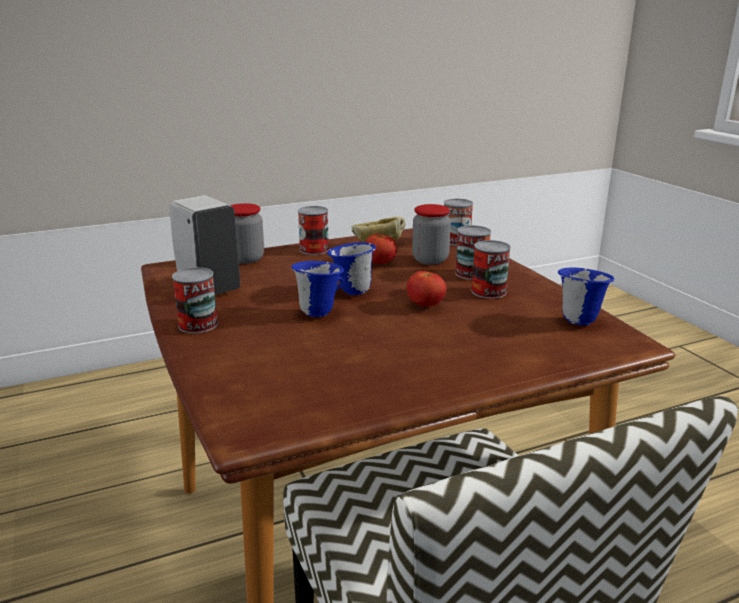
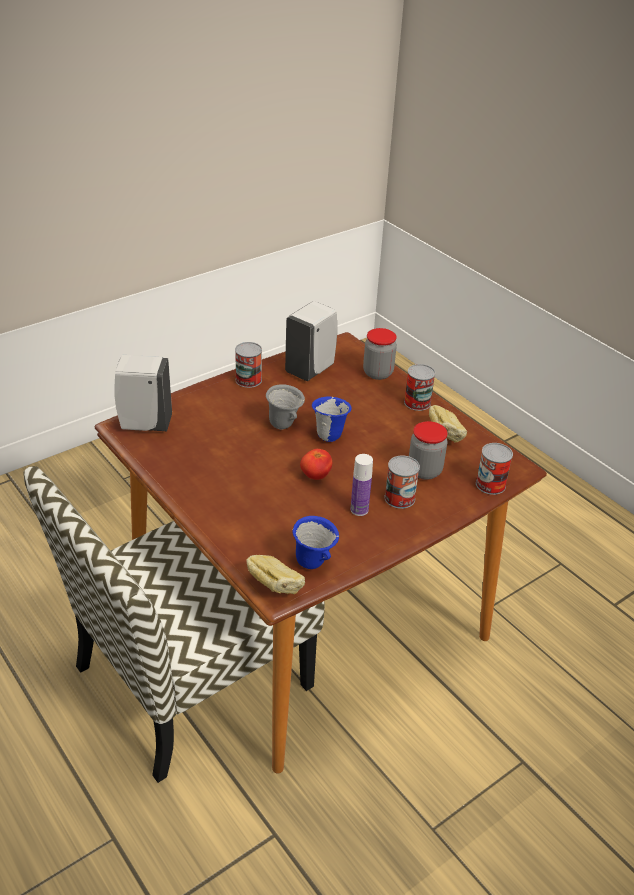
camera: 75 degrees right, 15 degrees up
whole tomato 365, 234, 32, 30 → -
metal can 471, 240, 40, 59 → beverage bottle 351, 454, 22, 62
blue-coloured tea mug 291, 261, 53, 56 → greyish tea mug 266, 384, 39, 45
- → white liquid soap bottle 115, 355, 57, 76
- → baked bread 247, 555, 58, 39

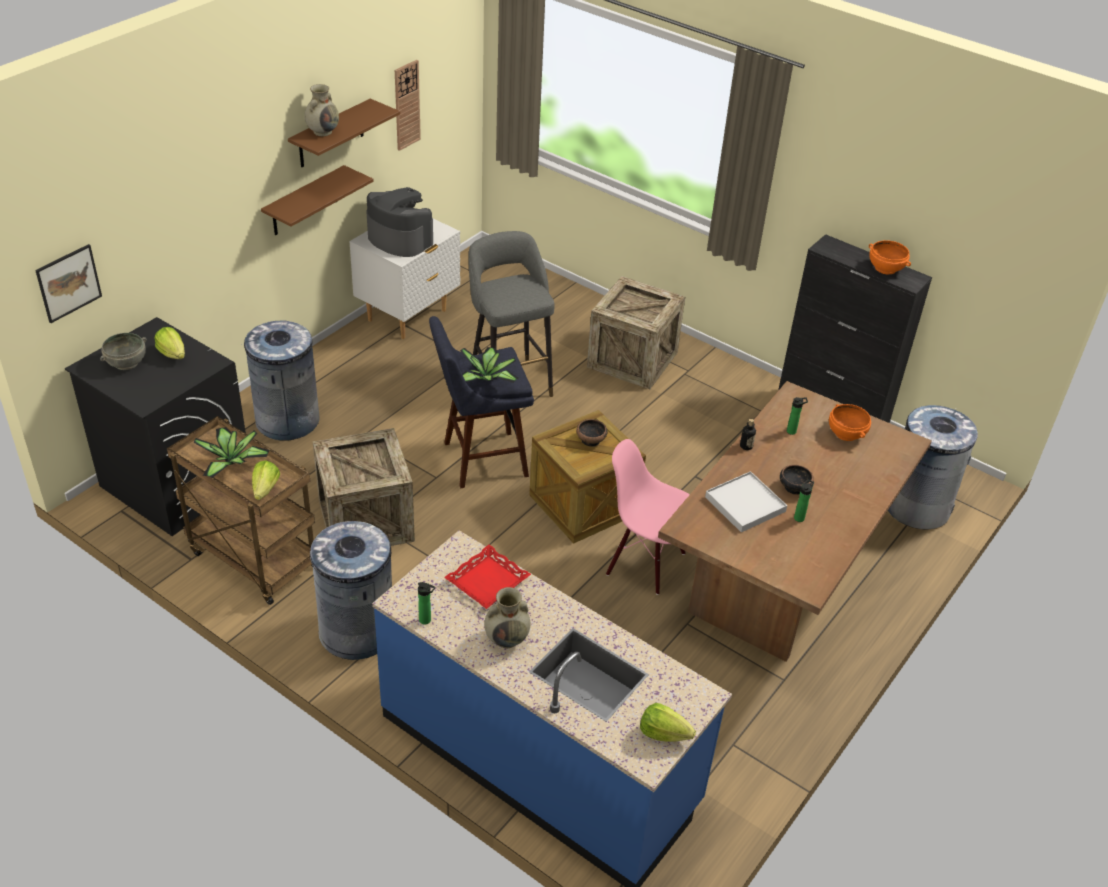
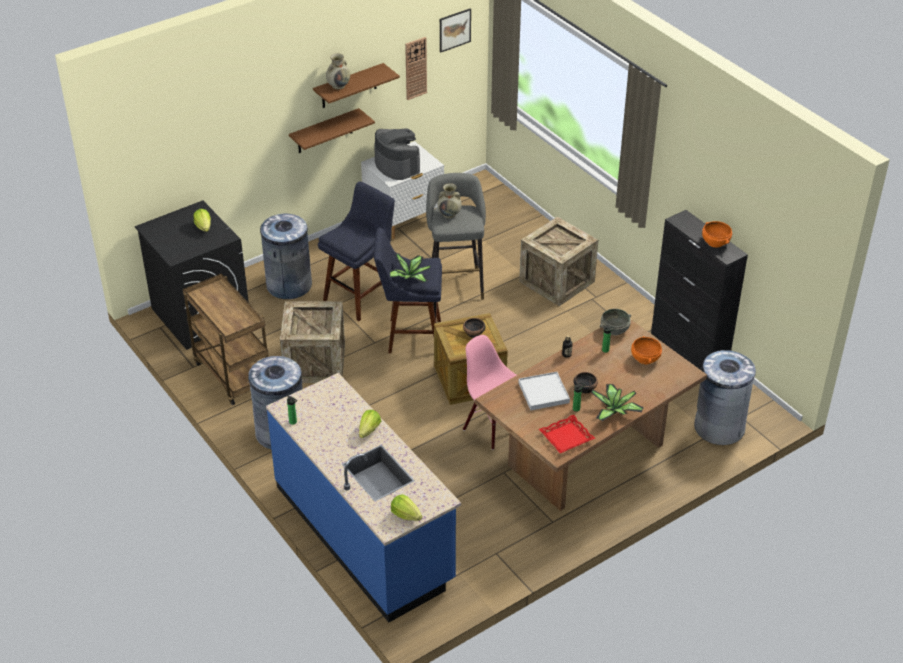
camera: 20 degrees right, 0 degrees up
wall art 35, 244, 67, 79 → wall art 440, 8, 31, 44, moved
greyish deep dish 100, 333, 47, 37 → greyish deep dish 600, 309, 31, 27, moved
houseplant 193, 427, 77, 51 → houseplant 591, 384, 53, 37, moved
head of lettuce 252, 460, 28, 40 → head of lettuce 359, 410, 22, 28, moved
red-coloured carrying tray 444, 545, 87, 64 → red-coloured carrying tray 539, 415, 56, 38, moved
beige flower vase 485, 587, 45, 61 → beige flower vase 437, 183, 25, 35, moved
- → blue-coloured stool seat 318, 181, 77, 140

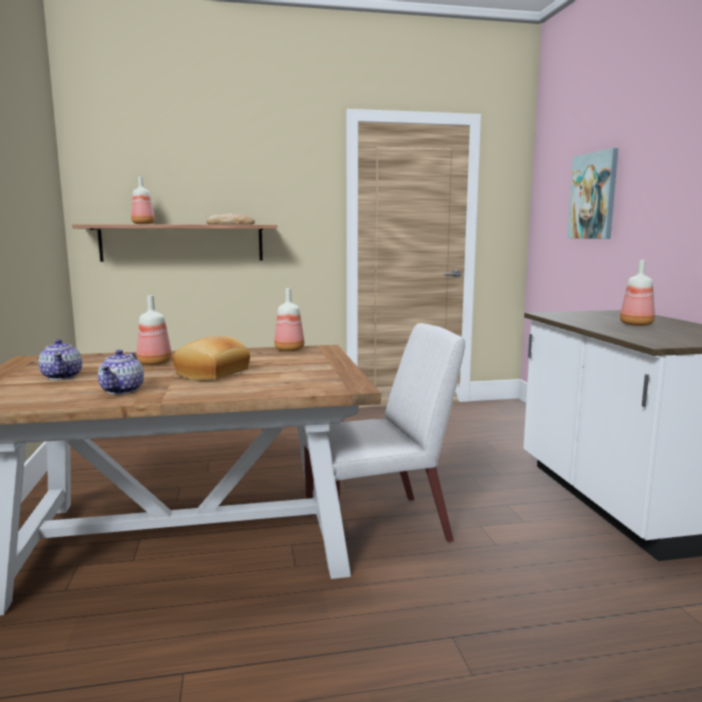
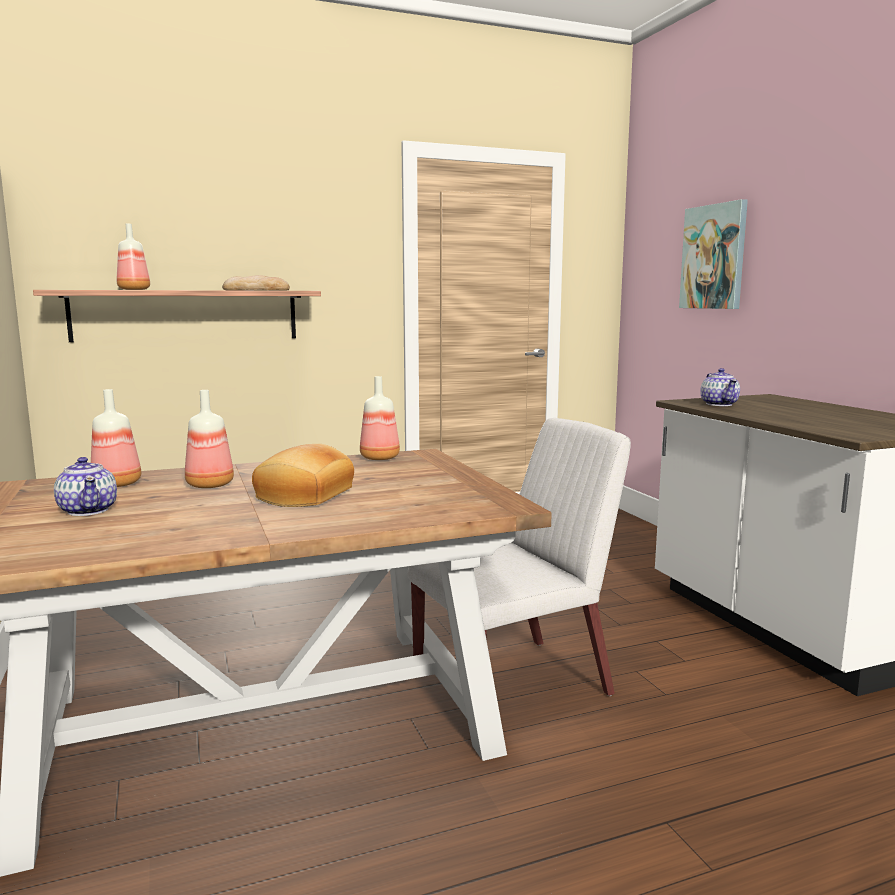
camera: 10 degrees left, 0 degrees up
beverage bottle 620, 260, 35, 66 → beverage bottle 91, 389, 50, 98, moved
teapot 98, 350, 46, 44 → teapot 700, 368, 40, 38, moved

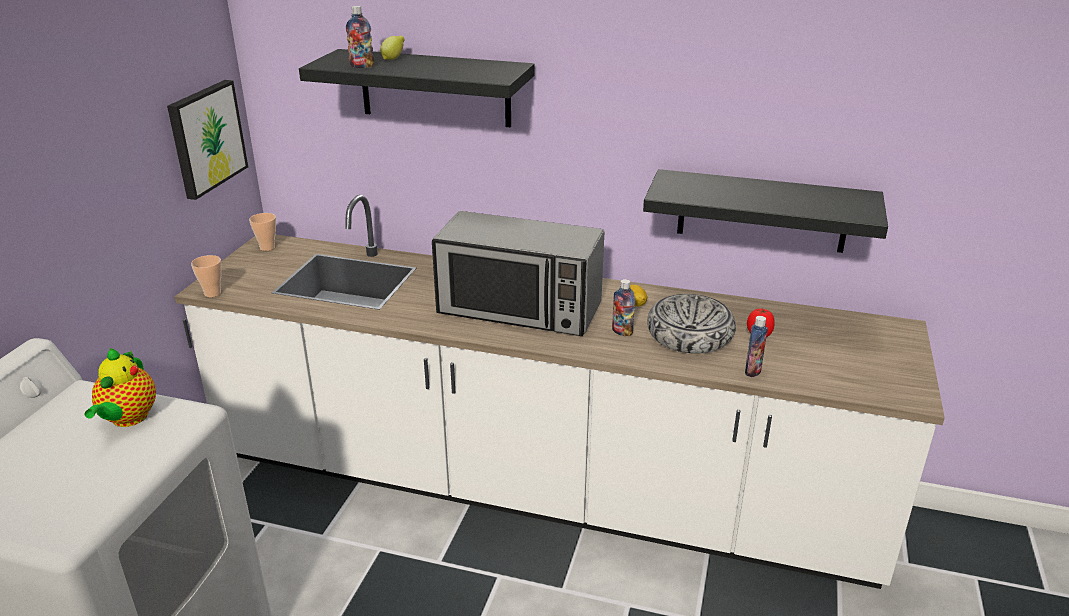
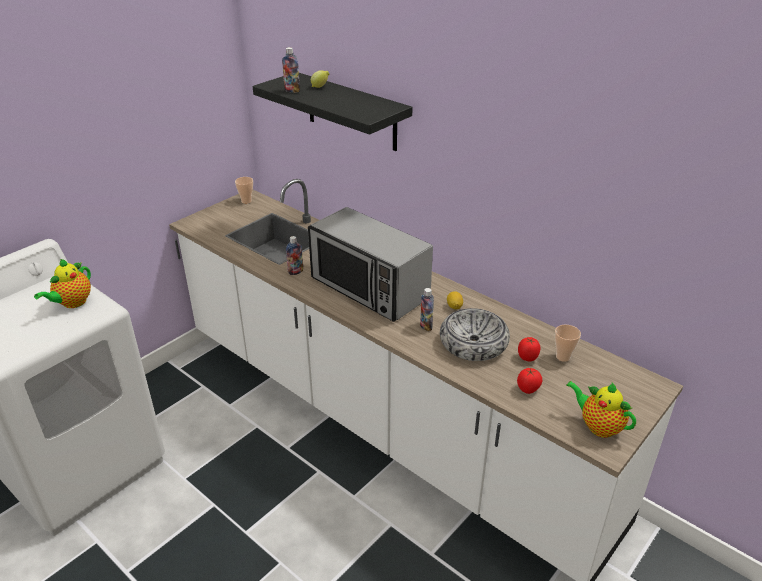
camera: 25 degrees right, 5 degrees up
wall art 167, 80, 81, 120 → -
black-coloured bracket shelf 643, 169, 245, 84 → -
small cup 191, 255, 31, 42 → small cup 555, 325, 26, 37, moved
beverage bottle 745, 316, 23, 61 → beverage bottle 286, 236, 17, 39, moved
- → whole tomato 517, 368, 25, 26
- → teapot 566, 381, 70, 57

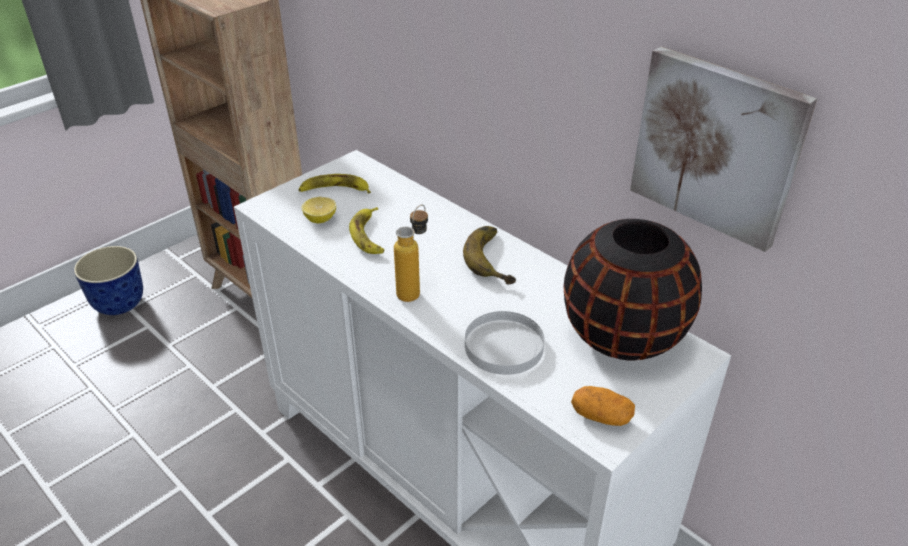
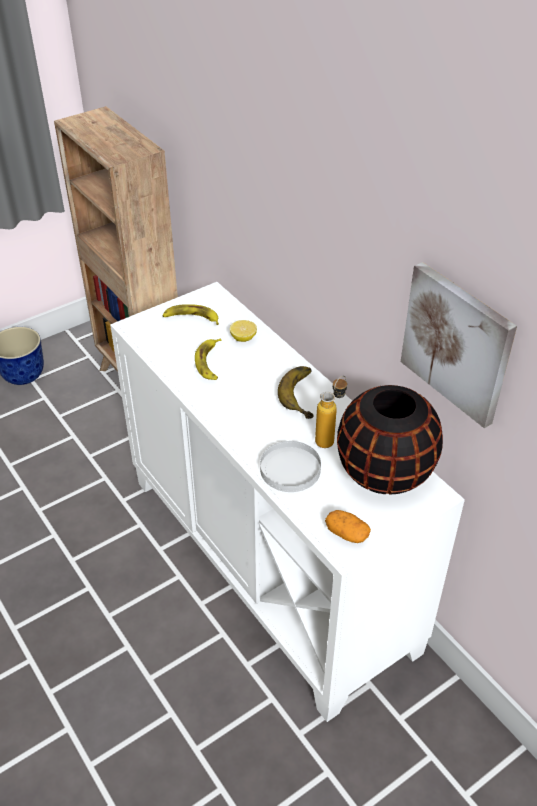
camera: 10 degrees right, 5 degrees up
lemon 302, 197, 34, 26 → lemon 230, 320, 27, 22, moved
beverage bottle 394, 205, 34, 97 → beverage bottle 315, 376, 32, 72, moved

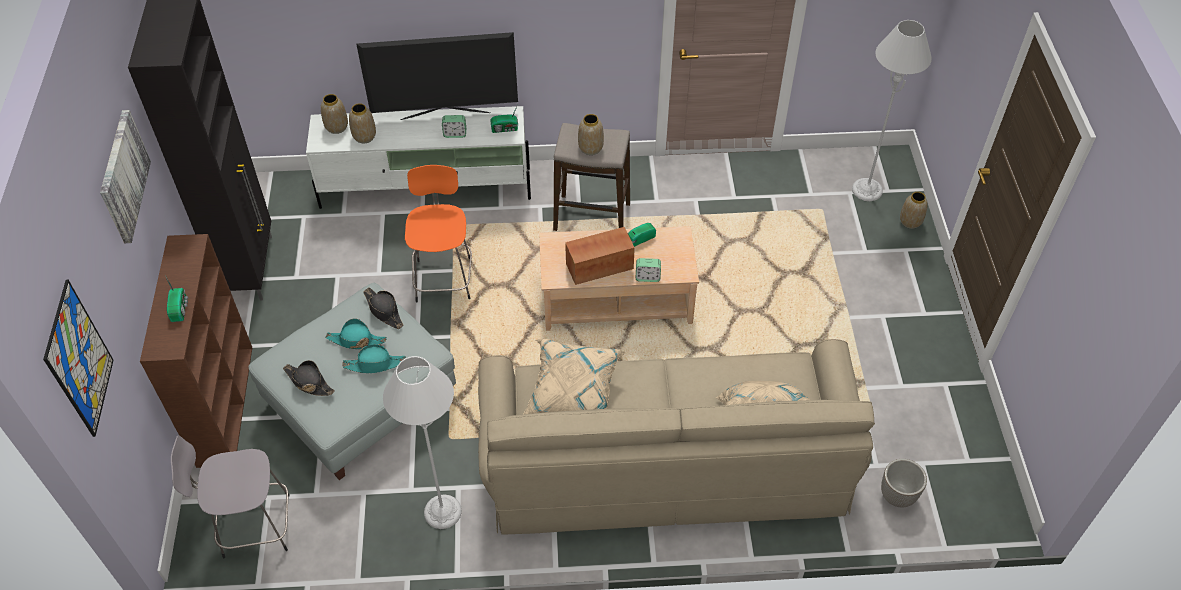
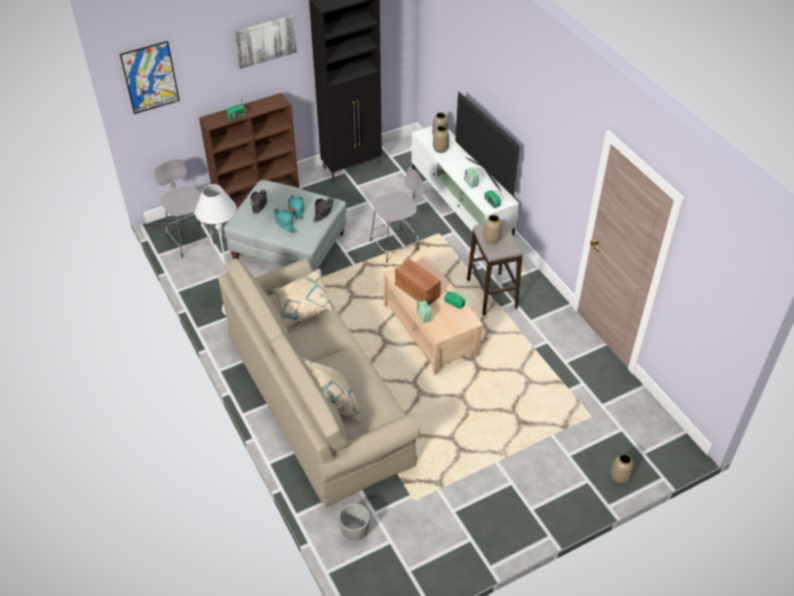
camera: 65 degrees right, 5 degrees down
greyish standard lamp 852, 20, 80, 181 → -
orange stool seat 405, 165, 67, 138 → greyish stool seat 370, 167, 54, 95

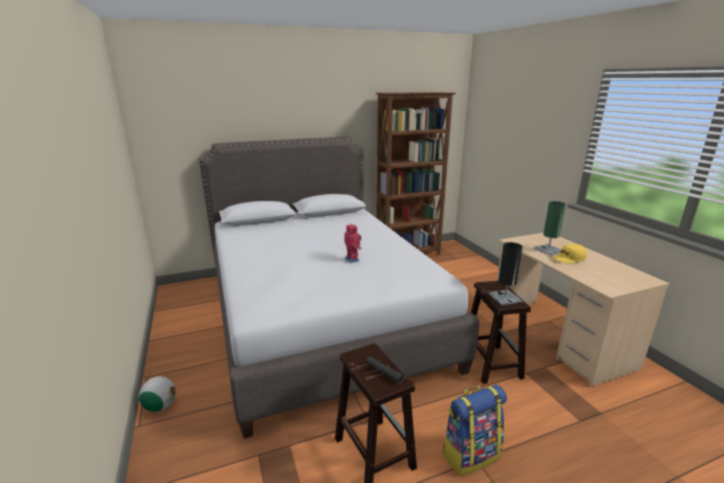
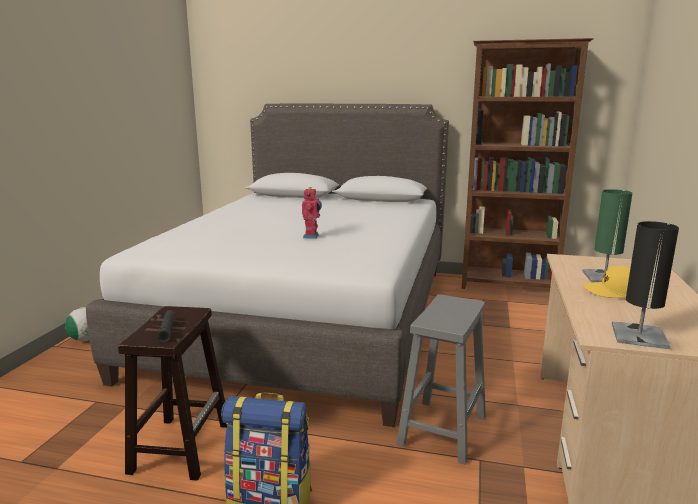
camera: 35 degrees right, 5 degrees down
black-coloured table lamp 489, 242, 34, 63 → black-coloured table lamp 612, 221, 67, 128, moved
brownish stool seat 471, 281, 60, 103 → greyish stool seat 397, 294, 89, 170

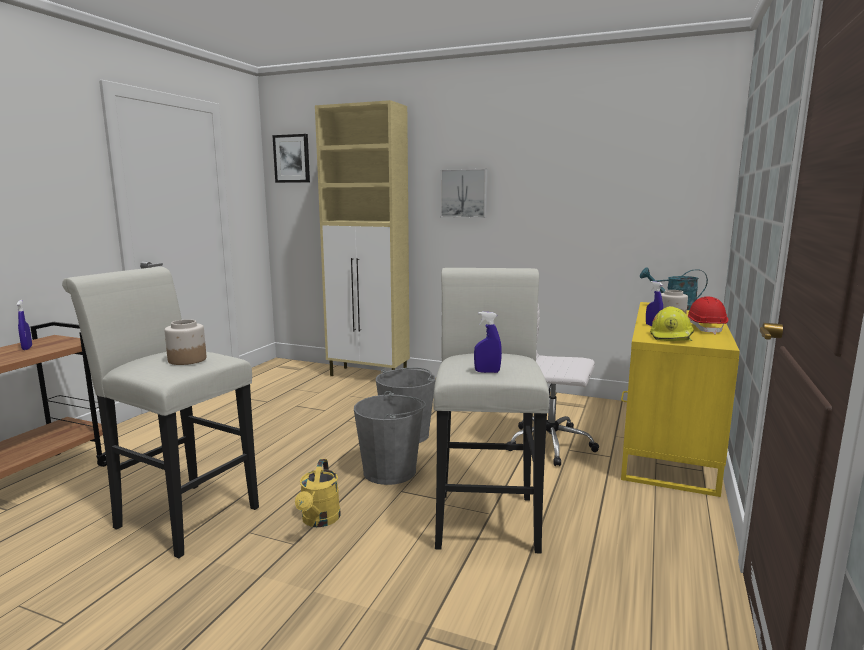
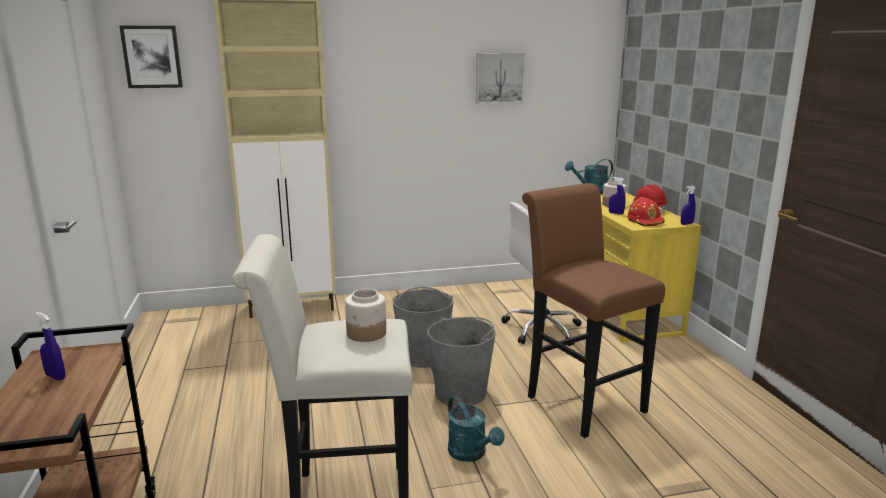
camera: 35 degrees left, 5 degrees up
wall art 440, 169, 47, 49 → wall art 476, 53, 49, 51, moved
white stool seat 433, 268, 116, 285 → brownish stool seat 522, 183, 143, 255
yellow-coloured hard hat 650, 306, 44, 35 → red-coloured hard hat 627, 197, 38, 29
blue-coloured spray bottle 474, 312, 28, 61 → blue-coloured spray bottle 681, 186, 15, 39, moved
yellow-coloured watering can 295, 459, 46, 68 → turquoise watering can 448, 396, 57, 66

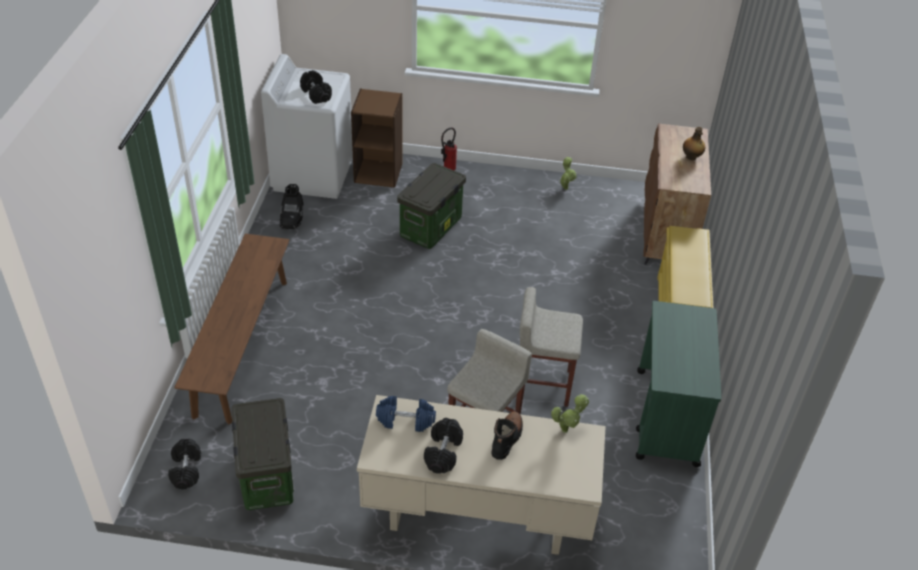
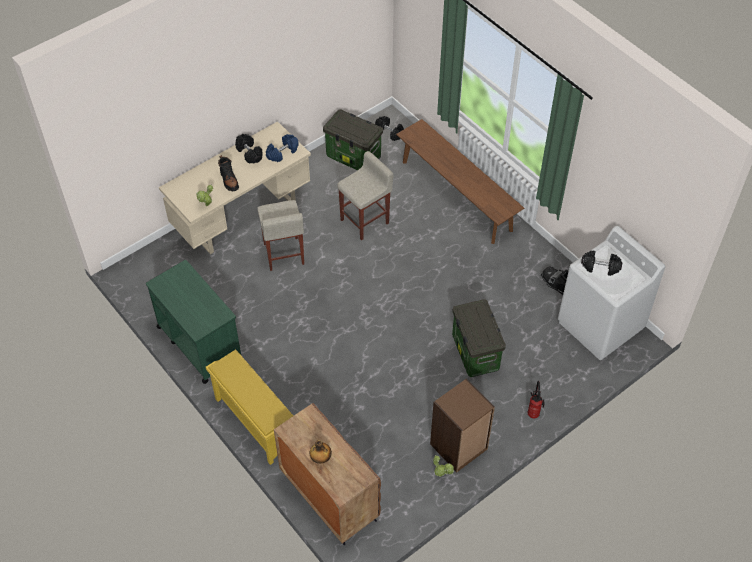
camera: 135 degrees right, 10 degrees up
brownish bookshelf 351, 88, 52, 100 → brownish bookshelf 430, 378, 65, 94, moved
beige stool seat 520, 287, 63, 119 → beige stool seat 337, 151, 57, 89, moved

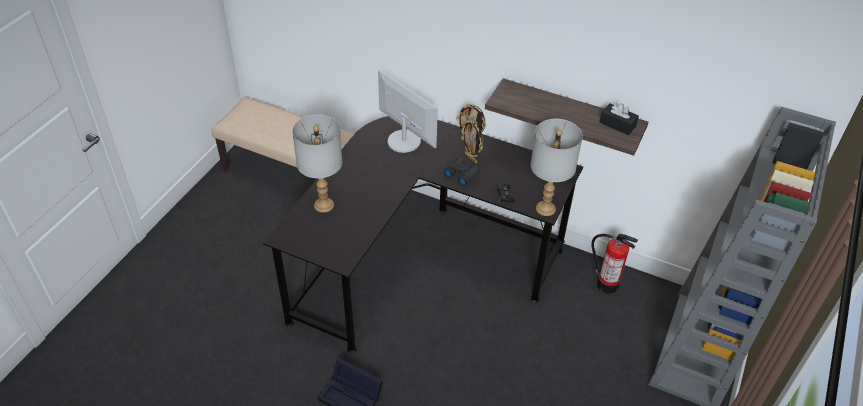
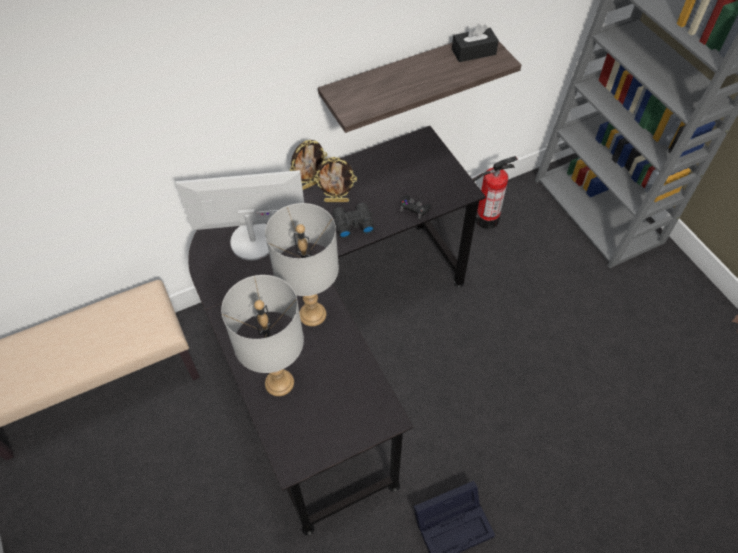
camera: 50 degrees left, 10 degrees up
greyish table lamp 531, 119, 52, 97 → greyish table lamp 265, 203, 74, 123, moved

